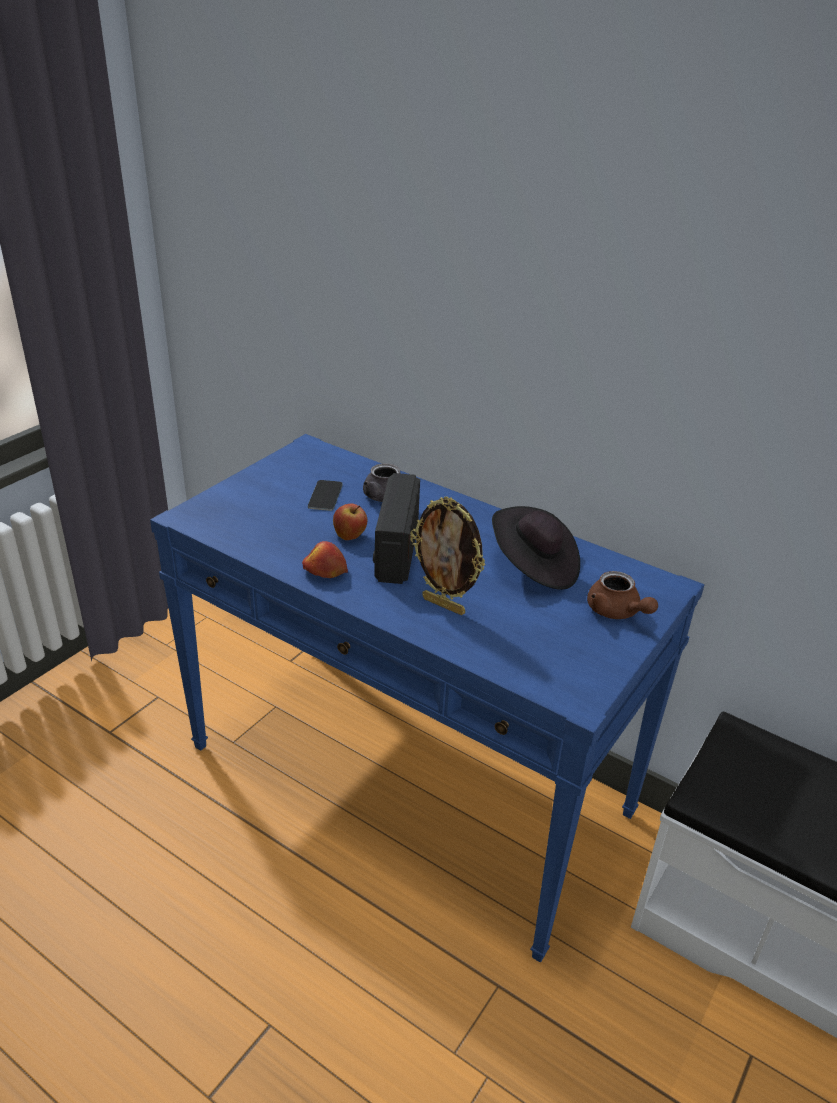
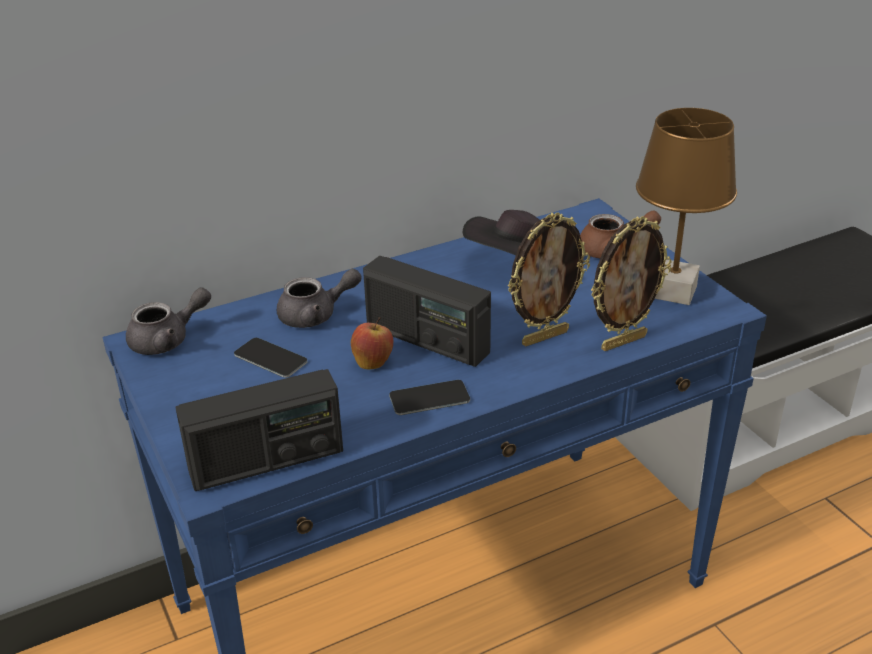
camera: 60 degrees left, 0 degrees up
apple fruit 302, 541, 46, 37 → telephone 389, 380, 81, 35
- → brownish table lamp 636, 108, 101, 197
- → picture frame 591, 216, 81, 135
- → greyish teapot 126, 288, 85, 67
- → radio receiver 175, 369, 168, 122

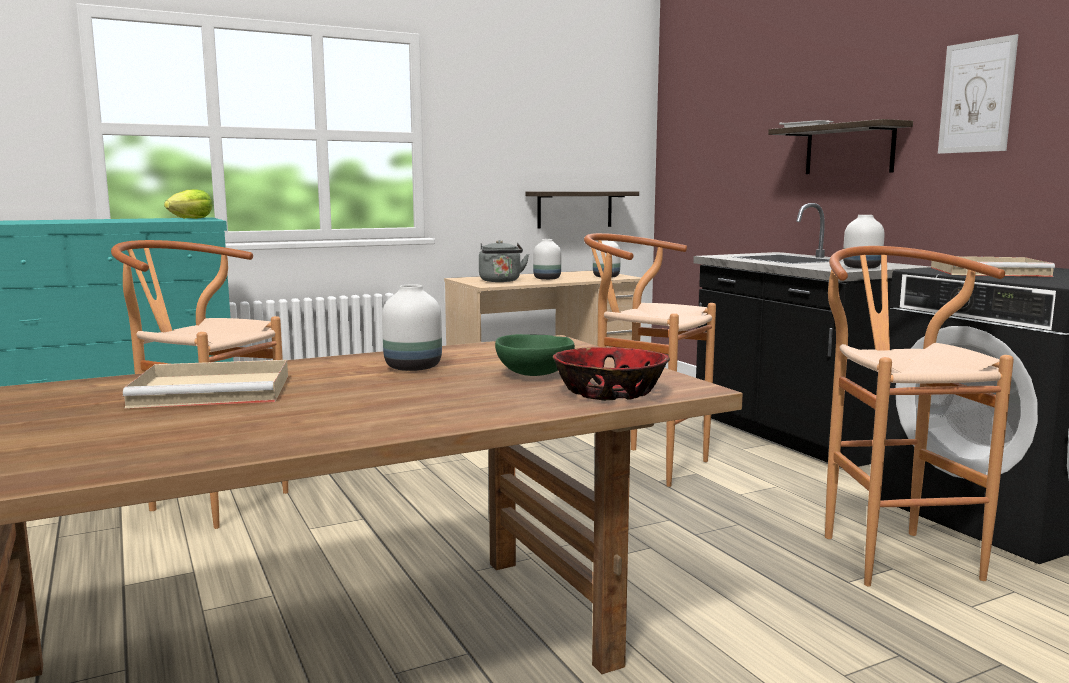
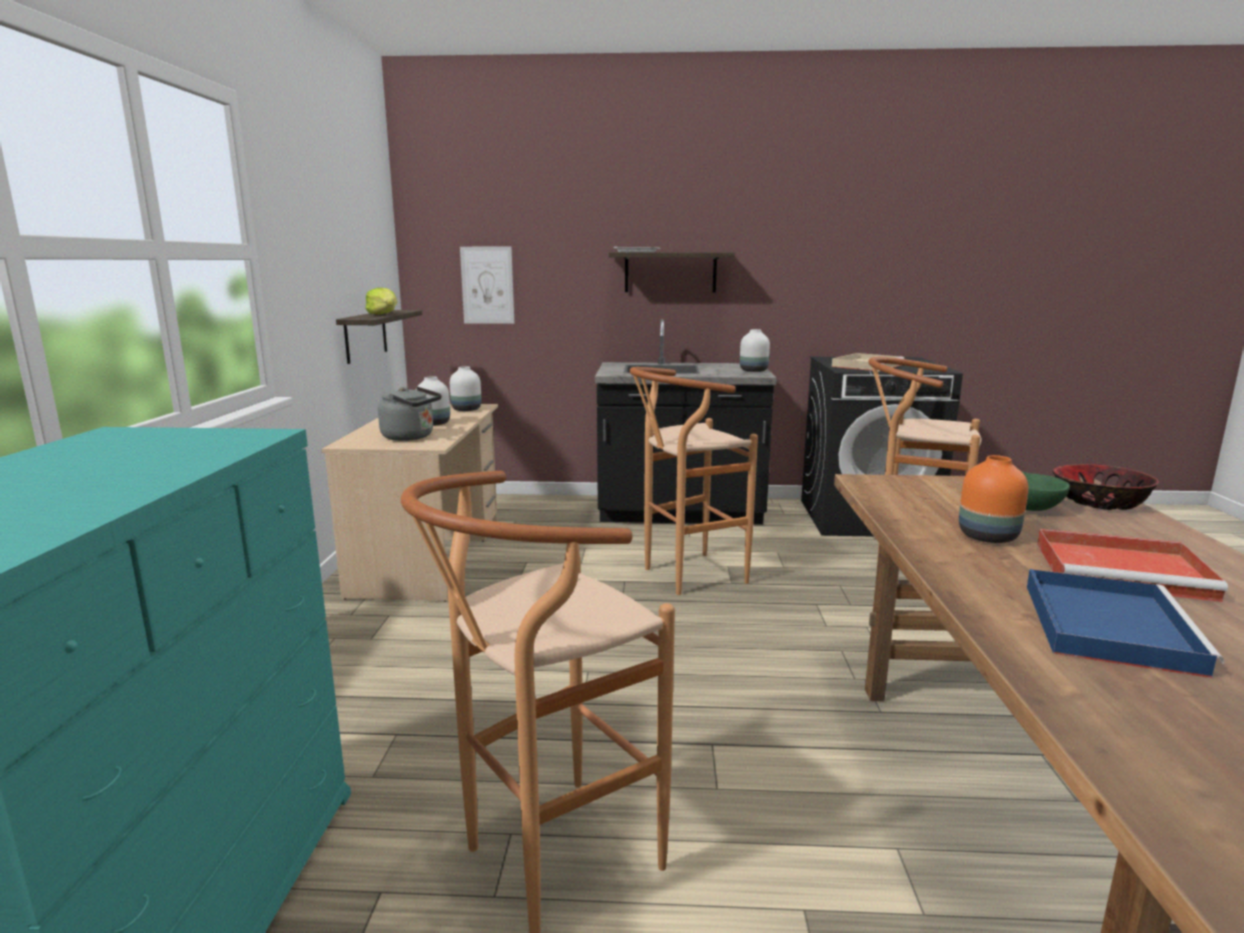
camera: 60 degrees left, 5 degrees up
wall art 938, 34, 80, 120 → wall art 460, 247, 54, 77, moved
head of lettuce 164, 189, 48, 30 → head of lettuce 365, 288, 32, 26, moved
white flower vase 382, 284, 60, 87 → orange flower vase 959, 455, 69, 88
beige carrying tray 123, 360, 165, 48 → blue-coloured carrying tray 1027, 569, 197, 110
- → red-coloured carrying tray 1037, 529, 191, 73

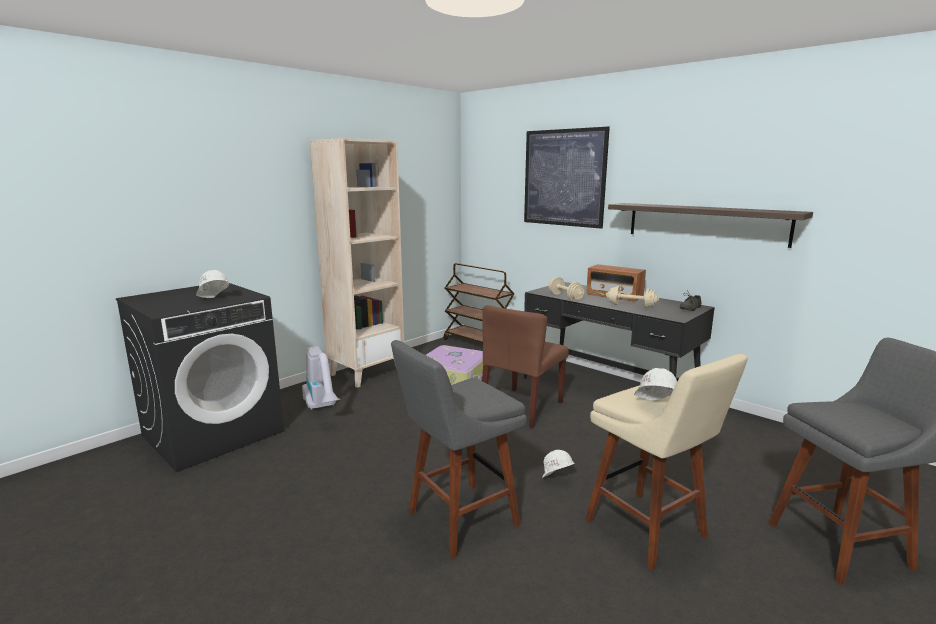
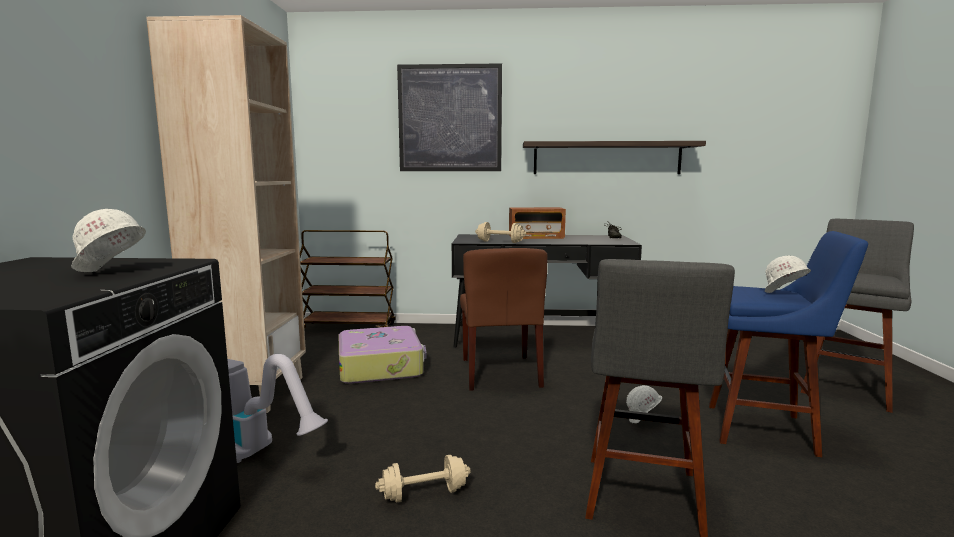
camera: 40 degrees left, 5 degrees down
beige dumbbell 606, 286, 53, 22 → beige dumbbell 375, 455, 96, 48, moved
beige stool seat 585, 354, 163, 216 → blue-coloured stool seat 709, 231, 159, 226

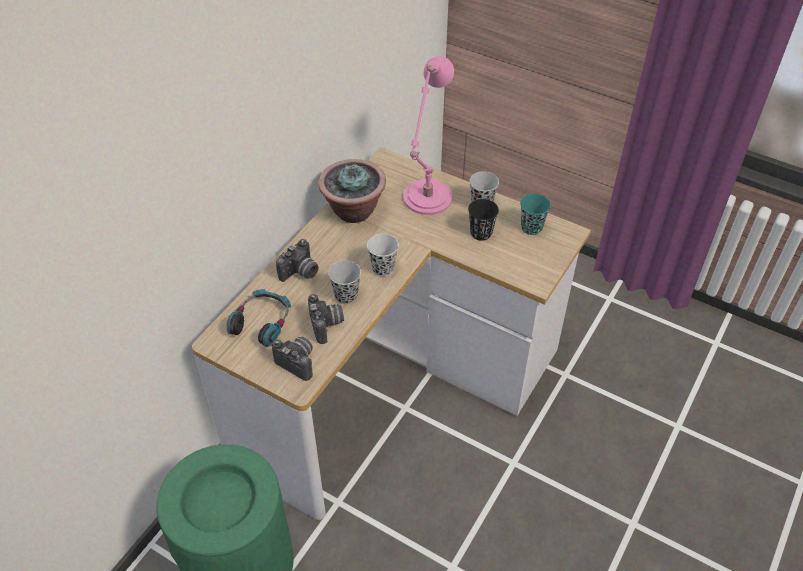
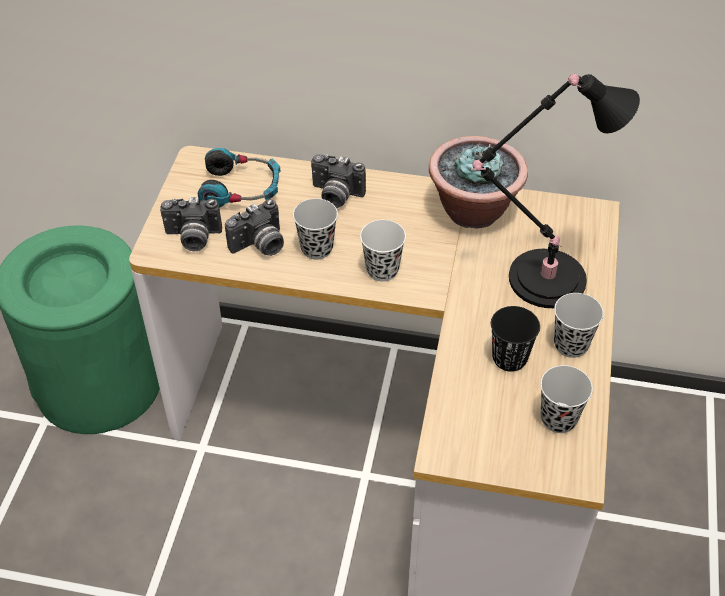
camera: 70 degrees right, 0 degrees up
pink table lamp 403, 56, 51, 159 → black-coloured table lamp 471, 74, 169, 234
turquoise small cup 520, 194, 31, 41 → black-coloured small cup 540, 365, 53, 68
still camera 272, 337, 41, 44 → still camera 160, 197, 62, 54, 75 degrees clockwise

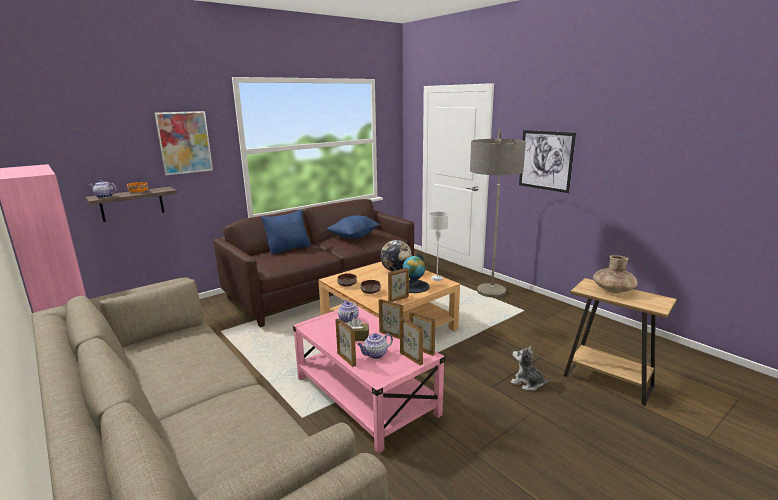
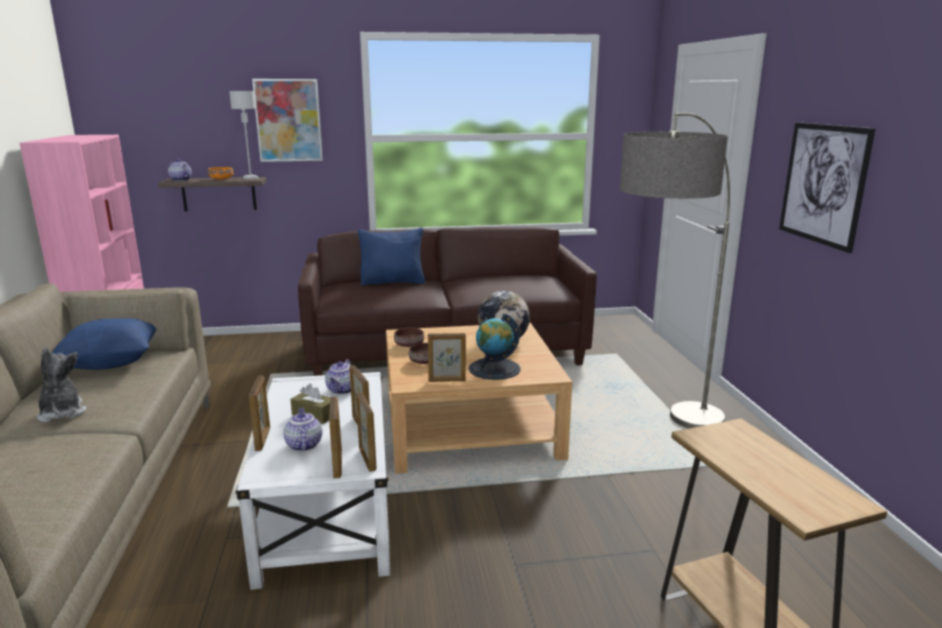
camera: 30 degrees right, 0 degrees up
greyish table lamp 429, 212, 19, 69 → greyish table lamp 229, 91, 29, 88, moved
blue-coloured cushion 327, 215, 53, 24 → blue-coloured cushion 52, 318, 104, 52, moved
brownish flower vase 593, 255, 45, 38 → -
pink coffee table 293, 305, 152, 149 → white coffee table 236, 372, 154, 218
teapot 357, 333, 36, 26 → teapot 283, 408, 39, 43, 75 degrees clockwise
soft toy 511, 346, 39, 45 → soft toy 37, 347, 50, 75, moved

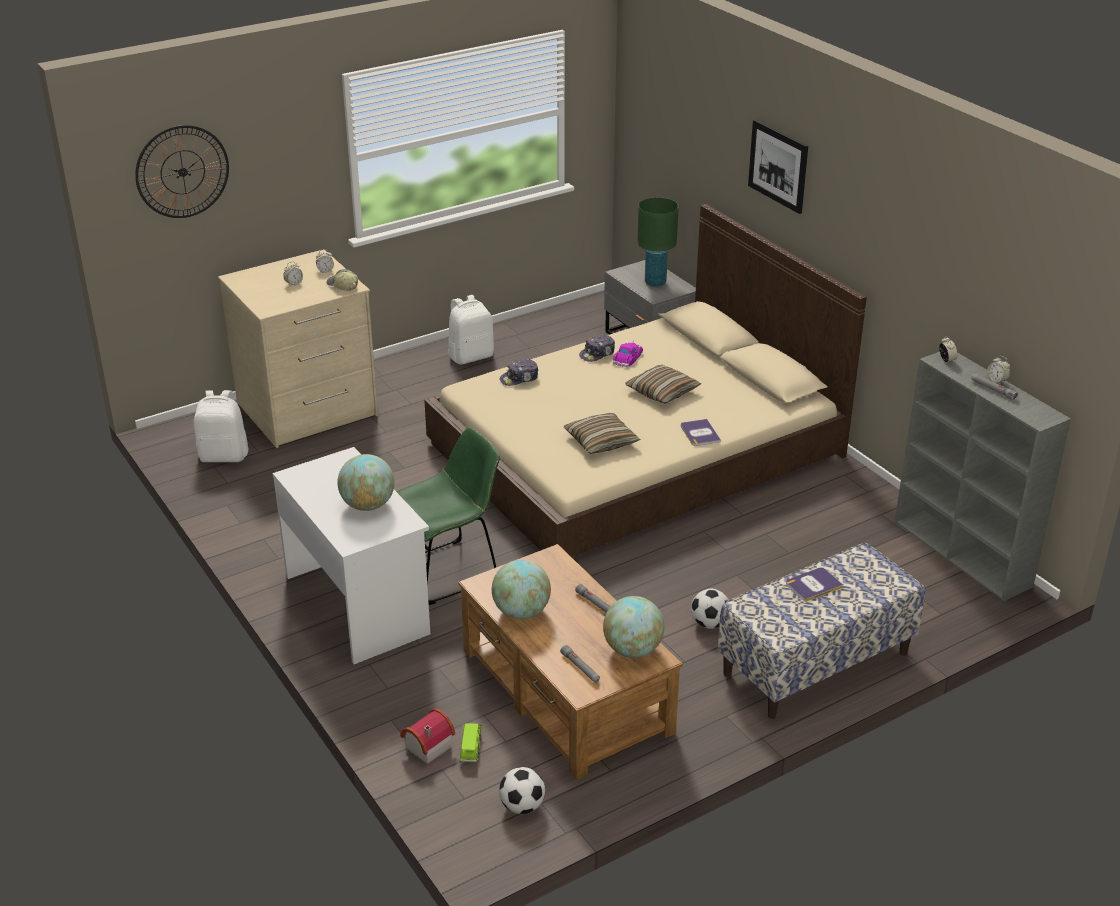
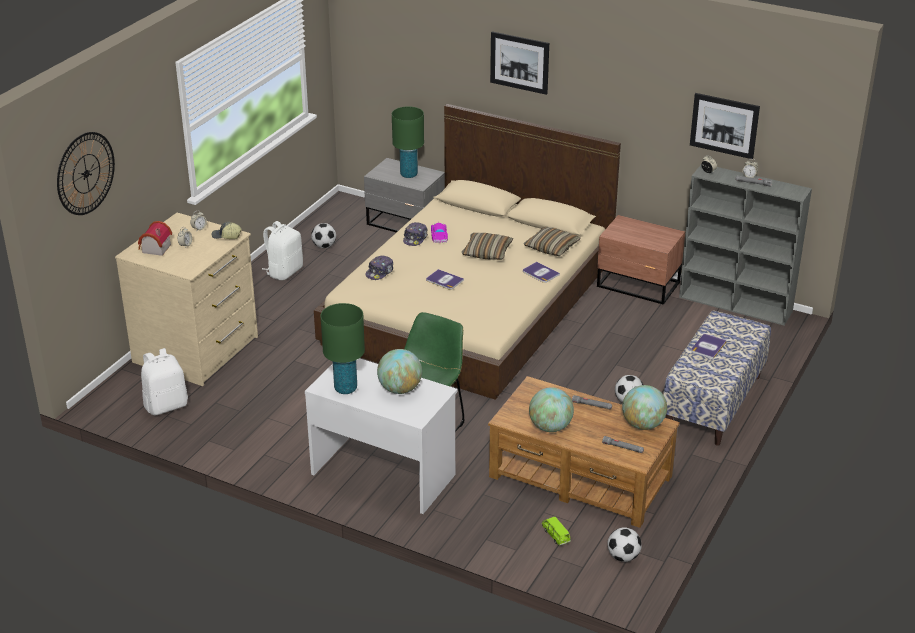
camera: 30 degrees left, 0 degrees up
cushion 564, 413, 77, 41 → cushion 524, 227, 57, 29, moved
miniature house 400, 708, 55, 56 → miniature house 138, 221, 34, 35, moved
- → wall art 690, 93, 70, 66
- → brownish night table 597, 215, 88, 90
- → ball for football 311, 223, 25, 25
- → bound book 426, 269, 38, 21
- → green table lamp 320, 303, 45, 91

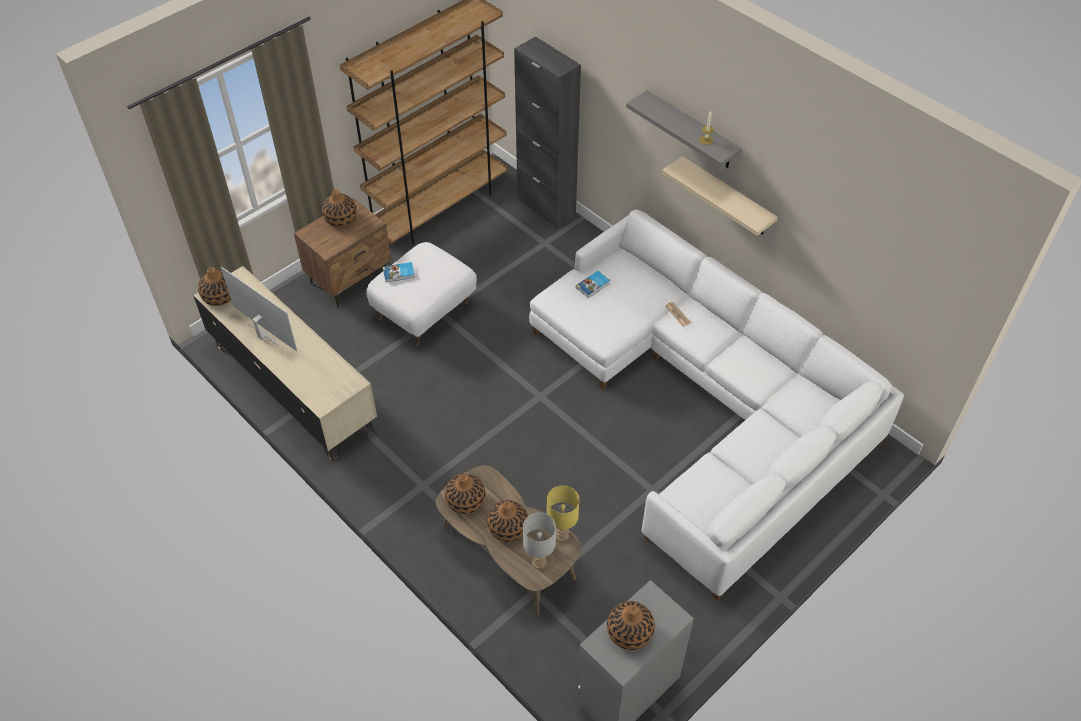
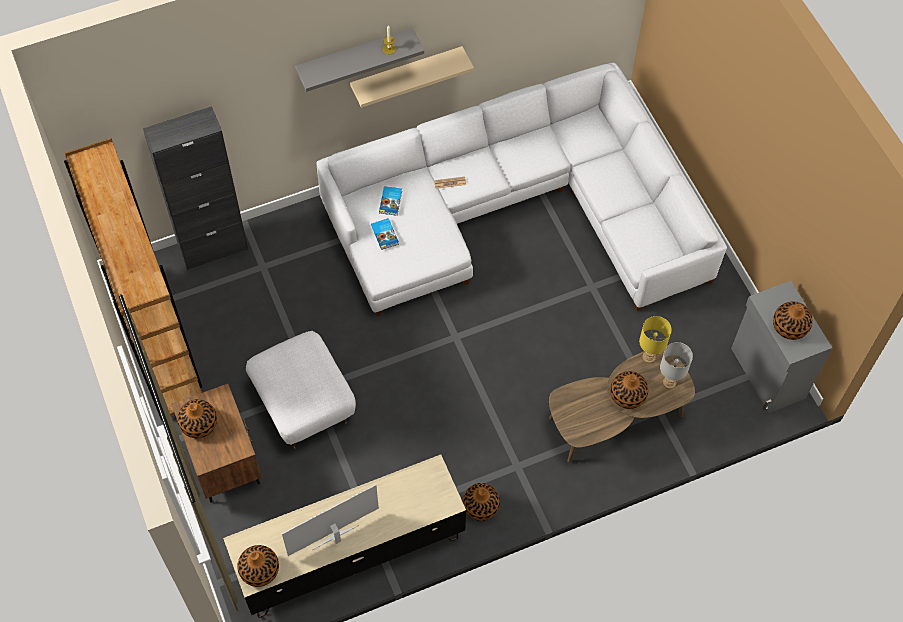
camera: 70 degrees left, 10 degrees up
bound book 383, 262, 32, 20 → bound book 379, 186, 23, 30, moved
flower vase 445, 473, 41, 41 → flower vase 462, 483, 38, 38, moved

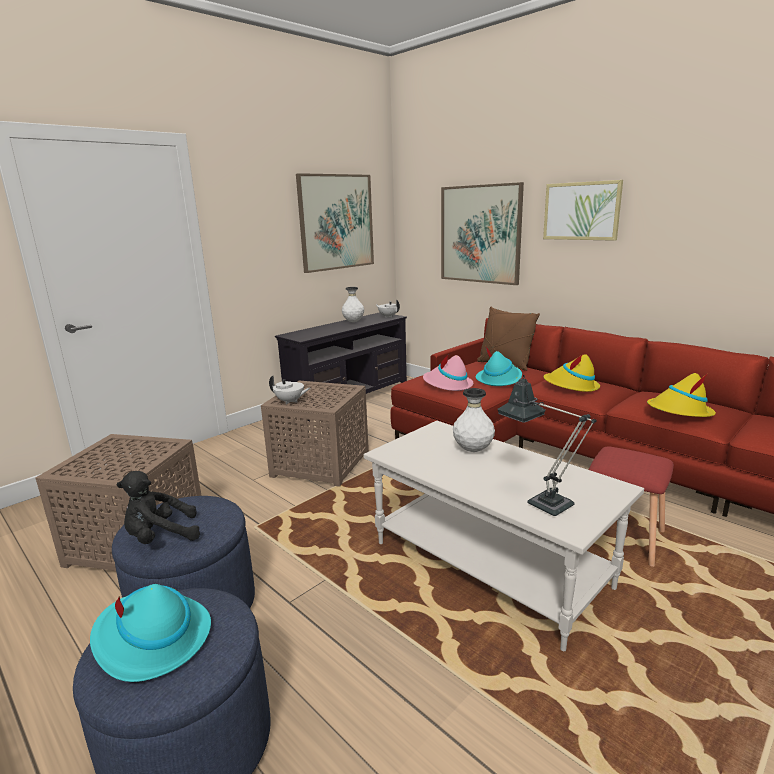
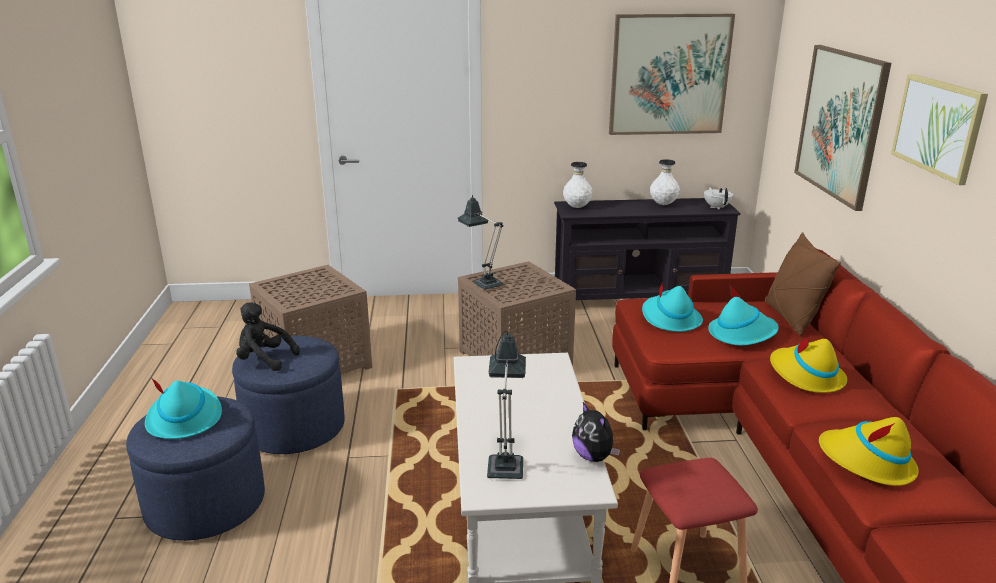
camera: 40 degrees right, 5 degrees up
pink clothing hat 423, 355, 50, 36 → turquoise clothing hat 642, 283, 61, 49
white teapot 269, 376, 41, 29 → table lamp 458, 195, 45, 95
white flower vase 453, 388, 42, 64 → white flower vase 563, 162, 30, 46, moved
- → soft toy 572, 402, 48, 60

